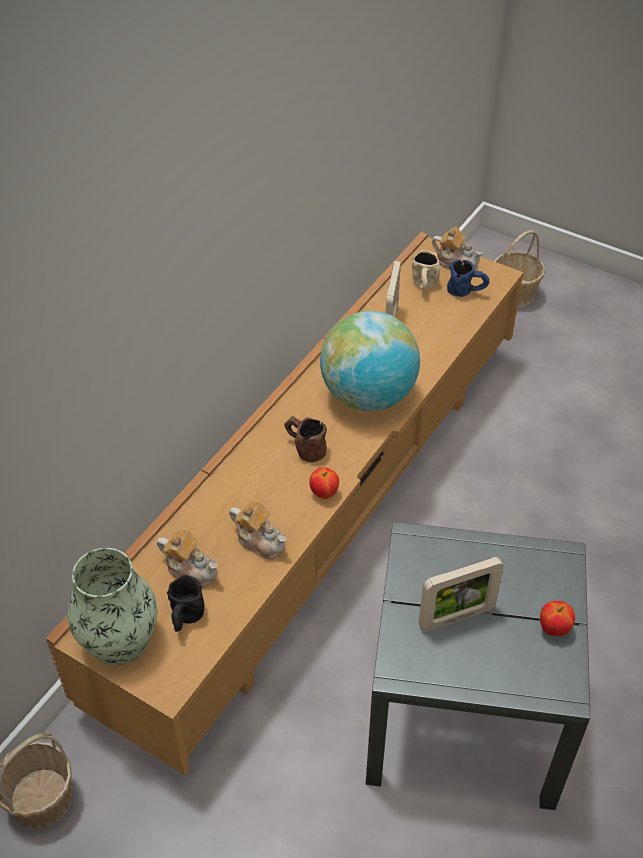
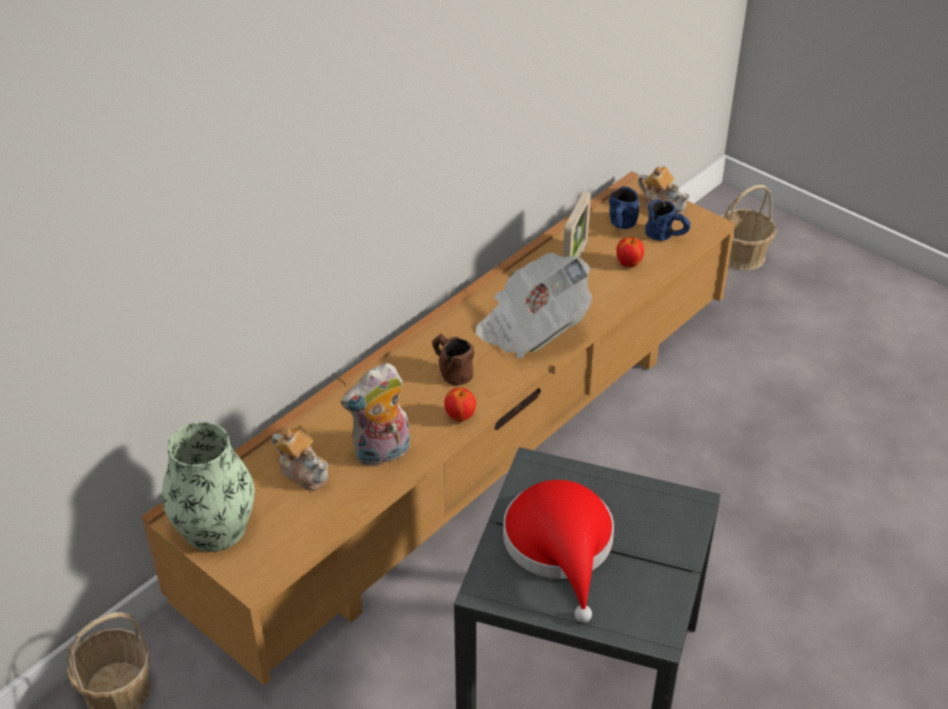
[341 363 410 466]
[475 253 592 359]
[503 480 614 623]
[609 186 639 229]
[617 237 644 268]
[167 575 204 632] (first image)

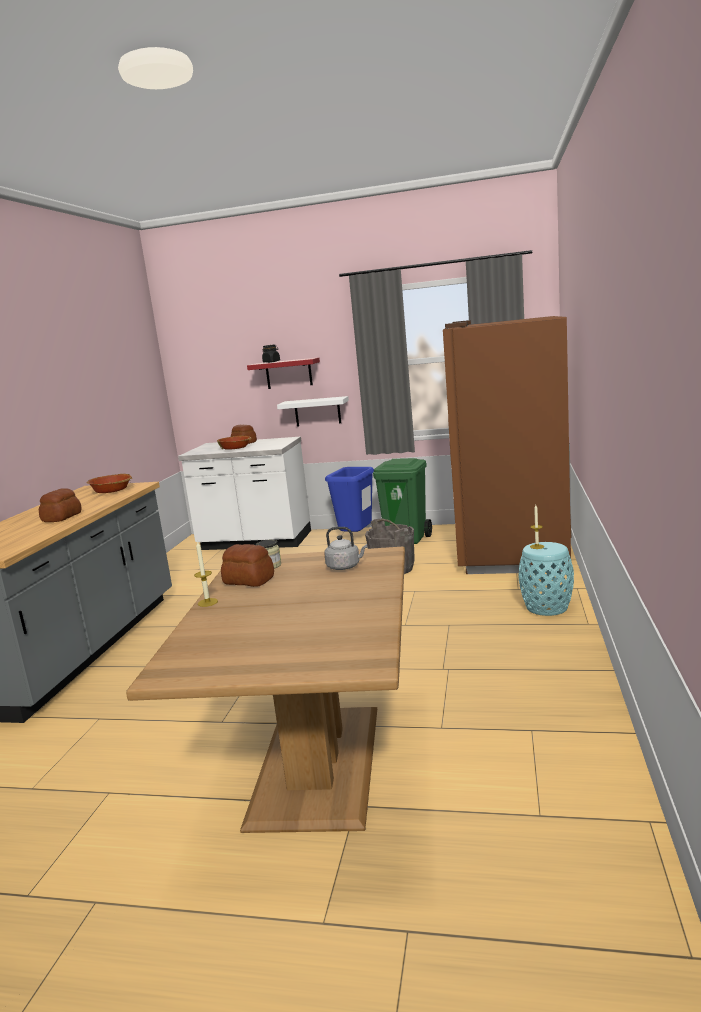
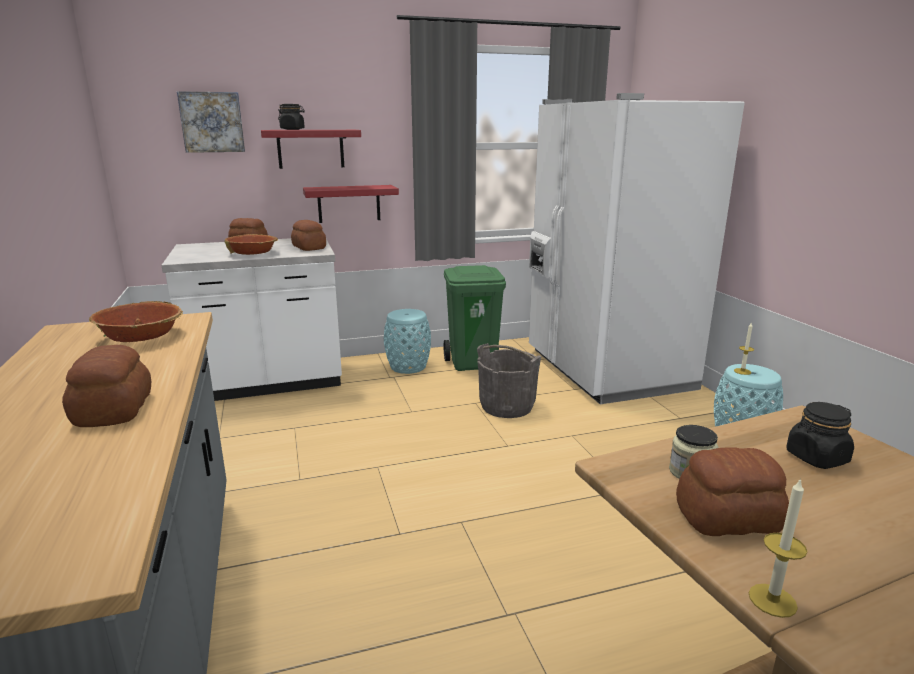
[177 91 245 153]
[291 220 326 251]
[303 185 399 223]
[384 309 431 374]
[529 93 744 404]
[786 402 854 469]

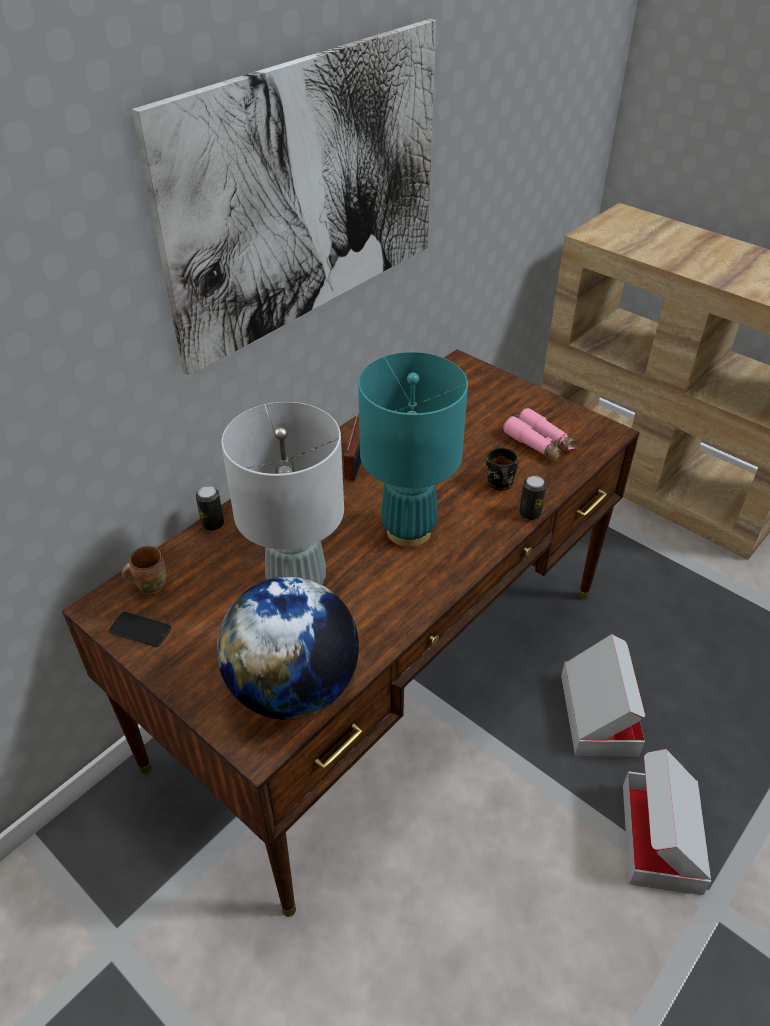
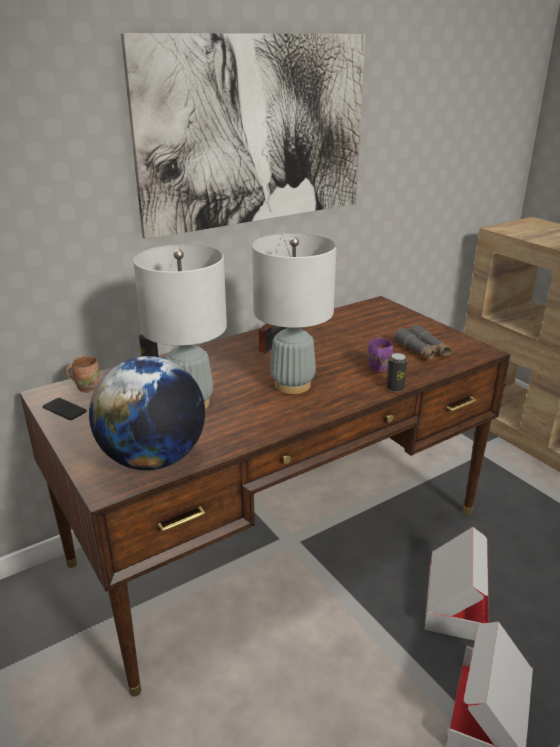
[252 233 337 394]
[368 338 393 372]
[394 325 452 360]

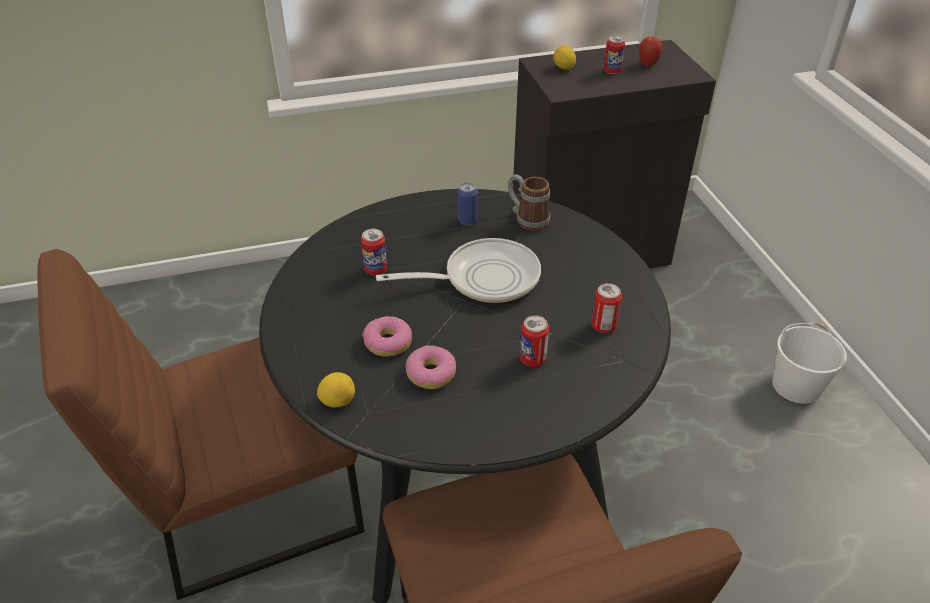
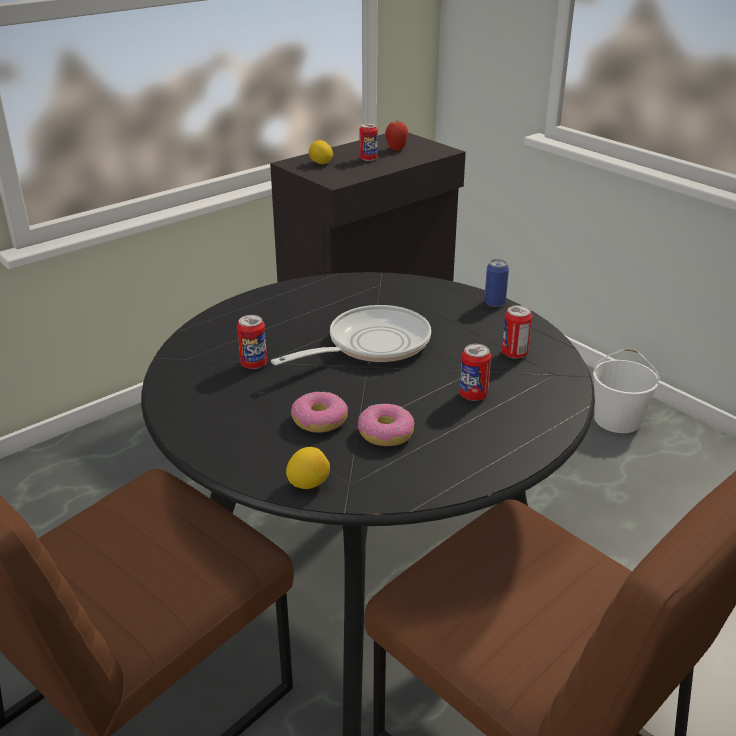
[484 259 509 307]
[508 174 550 230] (first image)

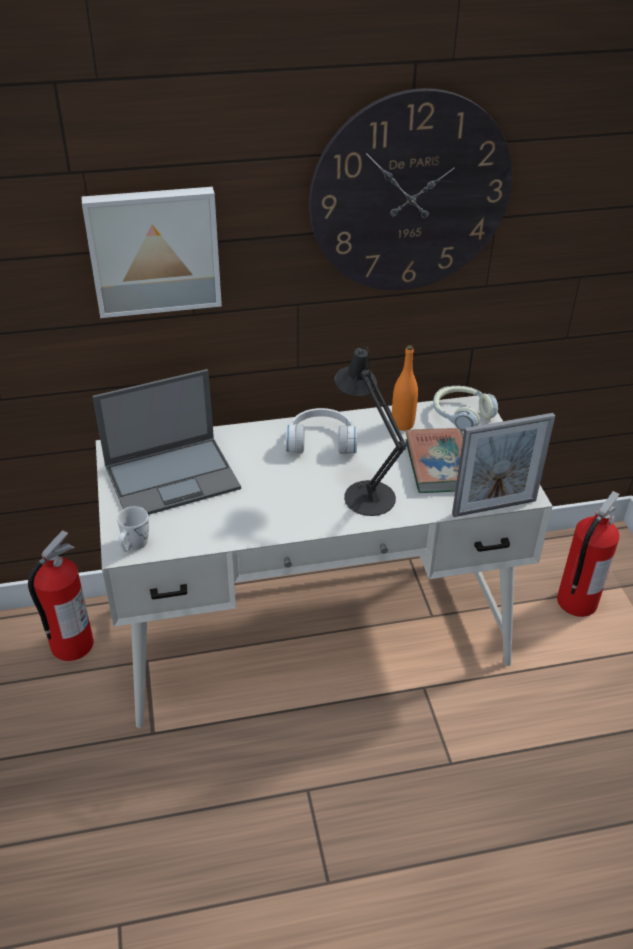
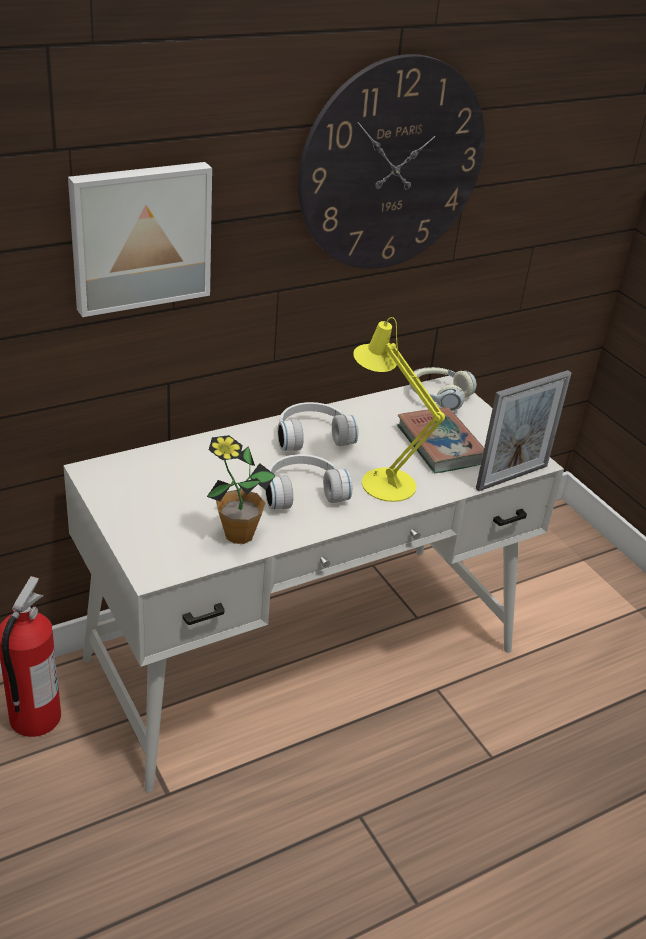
[207 435 276 544]
[265 454 352 509]
[353 317 445 502]
[93 369 241 515] (first image)
[117 506 149 552] (first image)
[392 345 418 431] (first image)
[557 491 620 617] (first image)

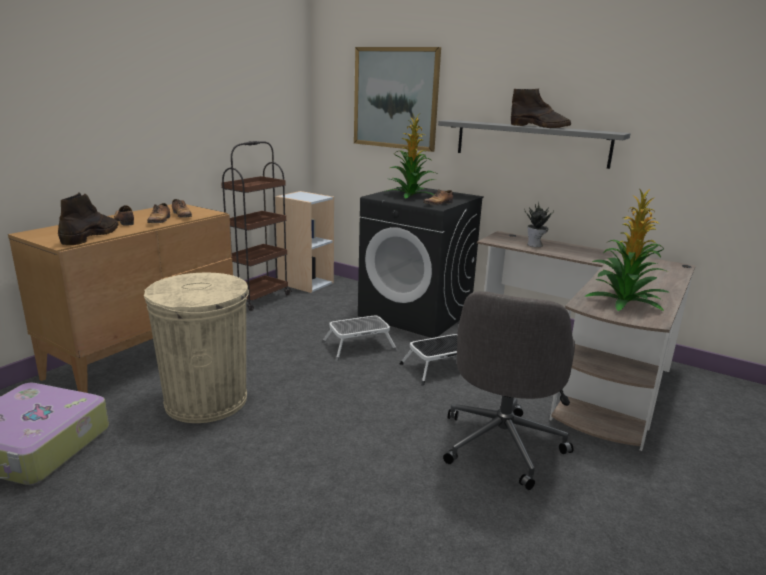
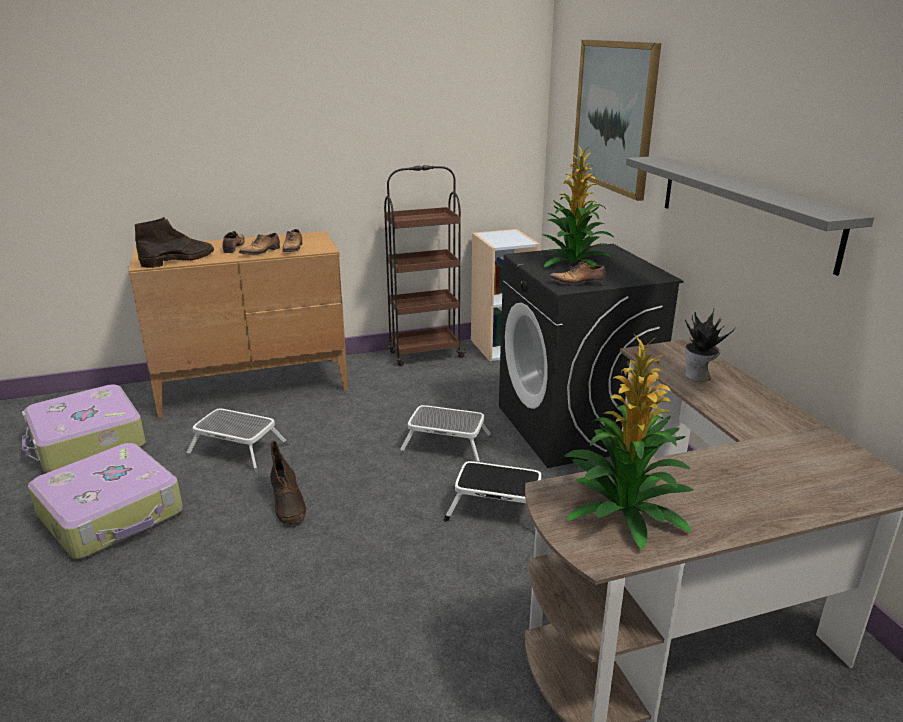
[28 443 183 559]
[185 409 289 474]
[270 441 307 525]
[443 291 575 490] (first image)

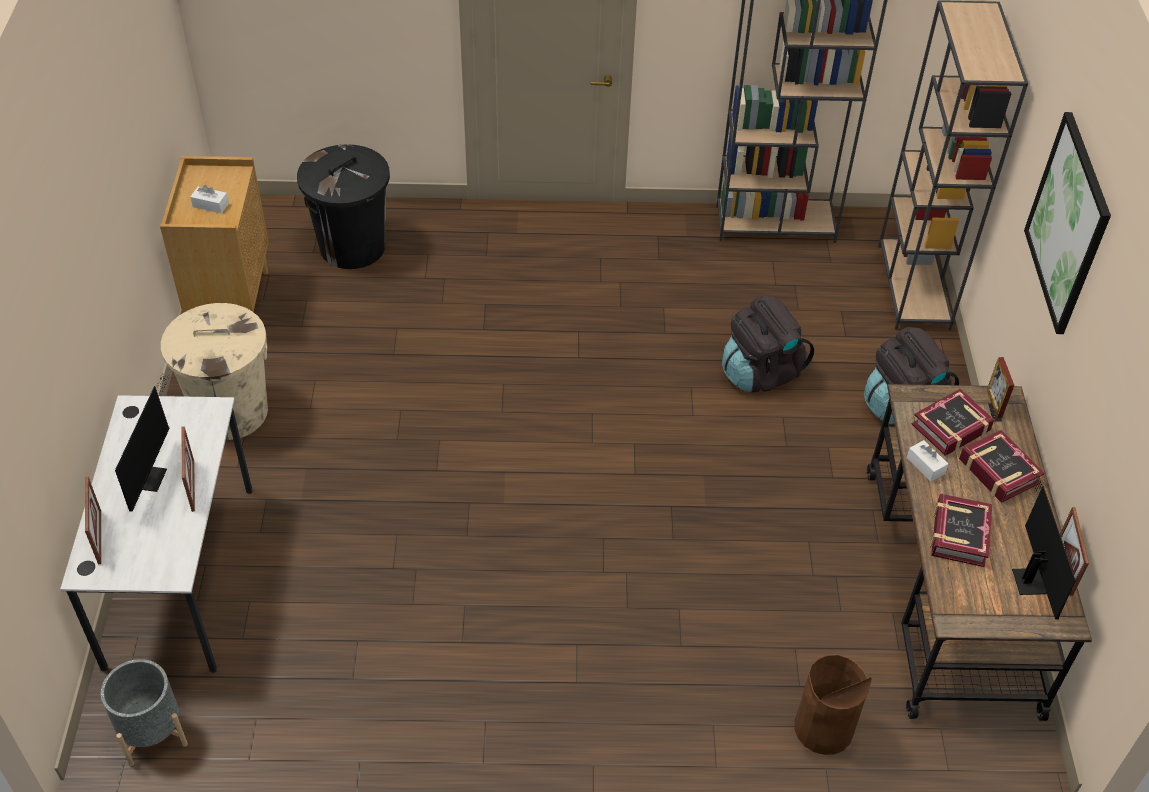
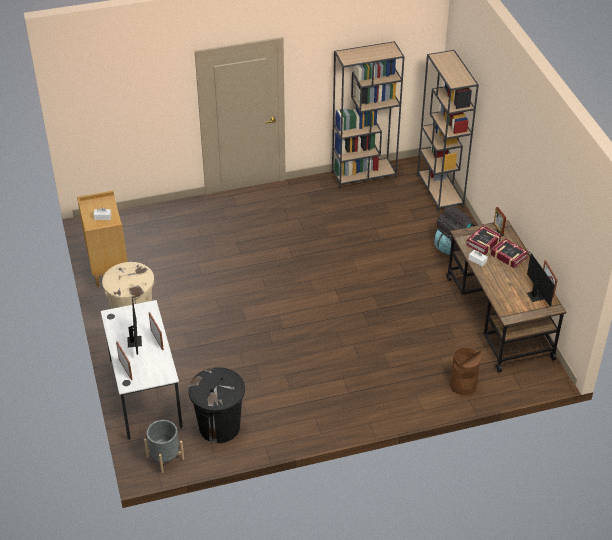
[188 367 245 443]
[722 296 814 393] (first image)
[930 494 992 567] (first image)
[1024 112 1111 334] (first image)

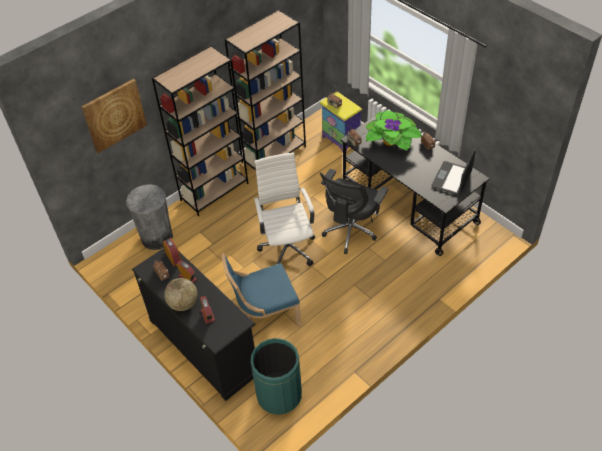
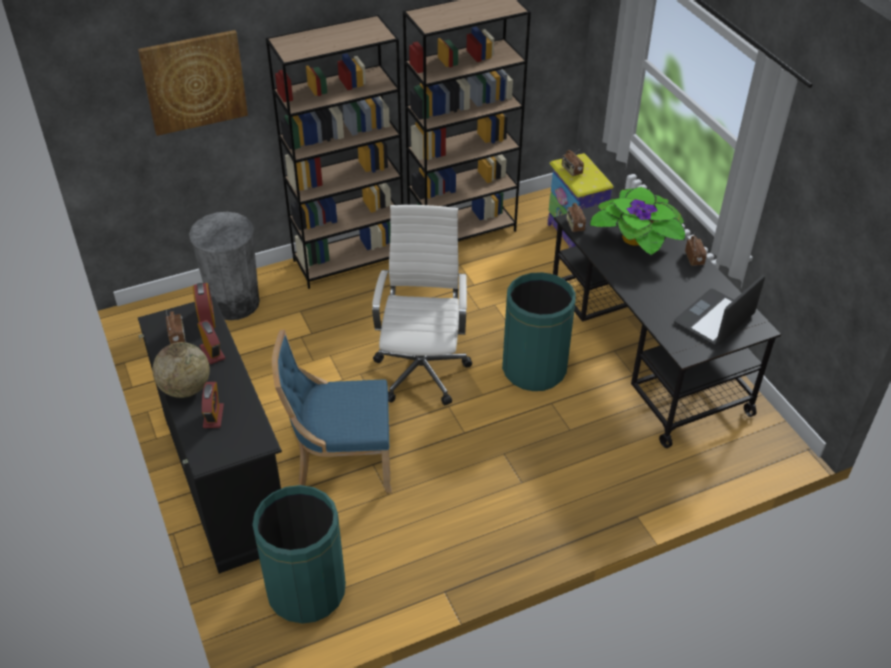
[502 272 576 391]

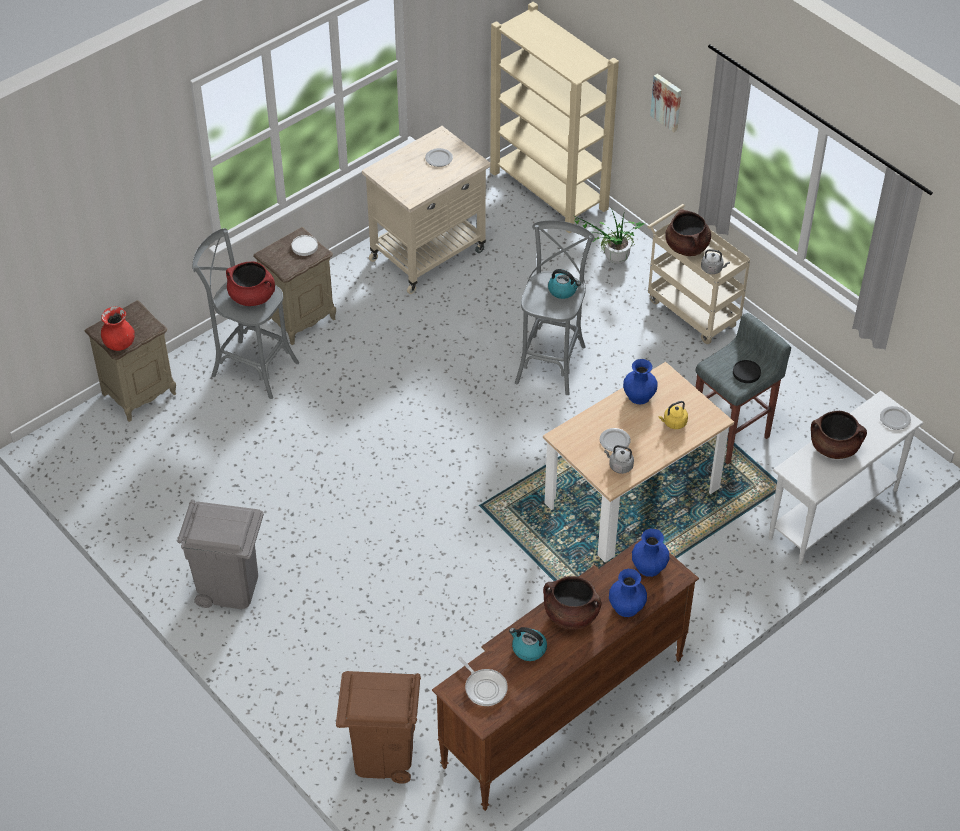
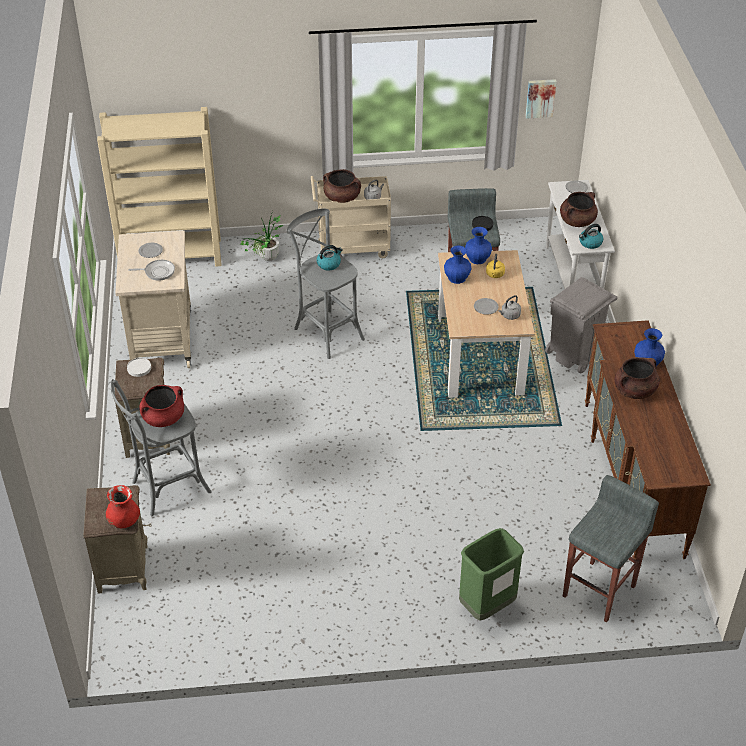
[128 260 175 281]
[459 528 524 621]
[465 227 492 264]
[526 79 557 119]
[545 277 617 374]
[563 475 659 622]
[579 224 603 249]

